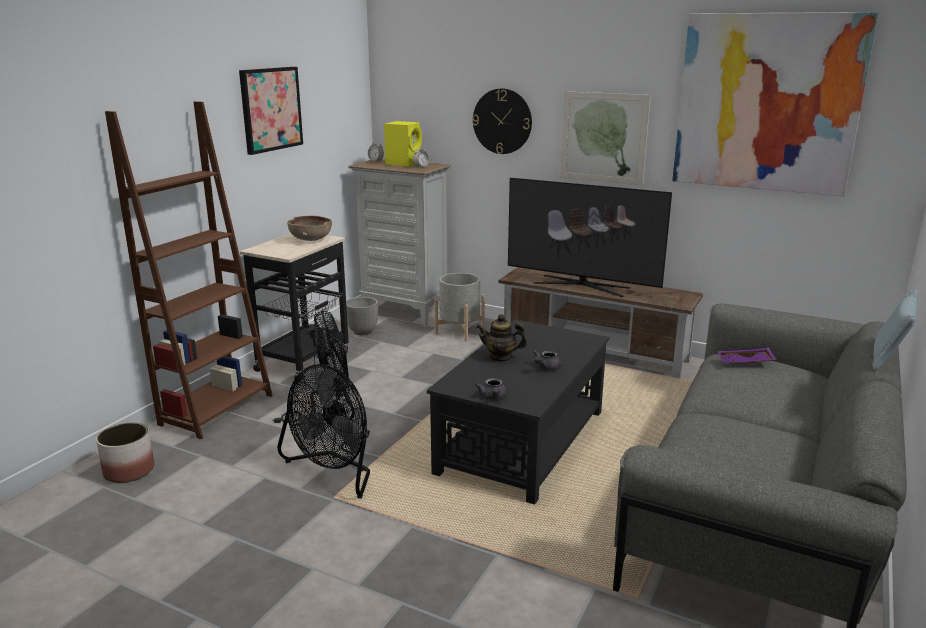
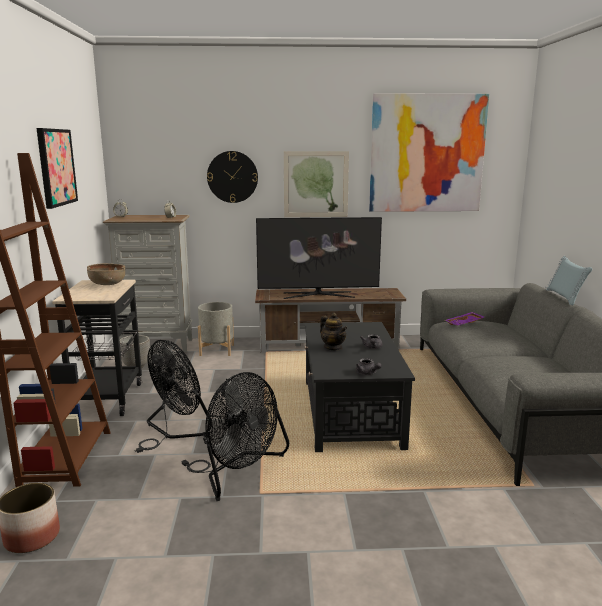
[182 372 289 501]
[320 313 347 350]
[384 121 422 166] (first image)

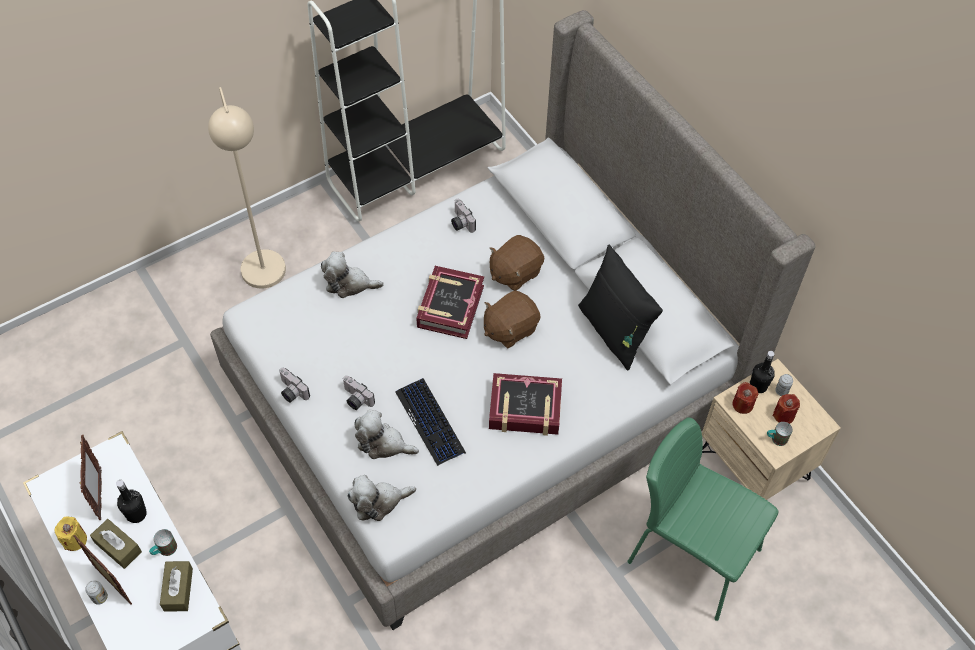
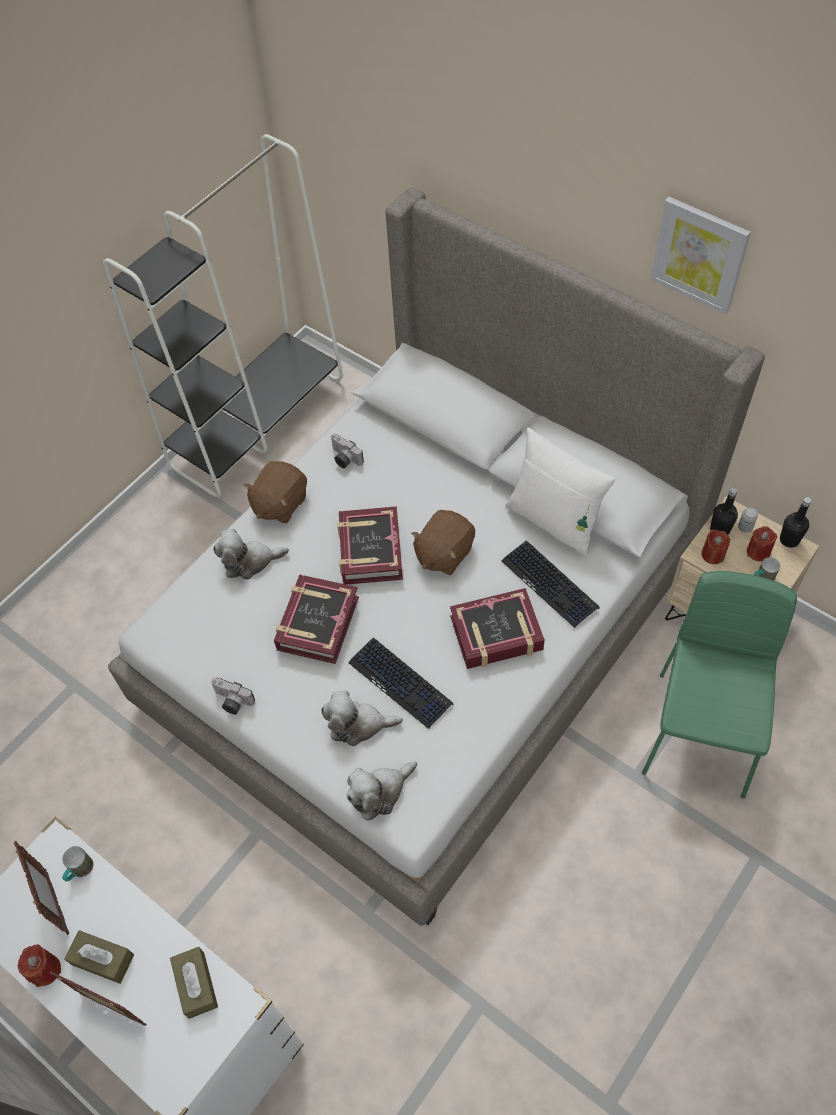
[18 944 61 987]
[62 846 93 882]
[244 461 307 523]
[274 575 359 664]
[501 540 600 628]
[505 428 615 557]
[642 571 797 799]
[650 197 751 315]
[780 497 811 548]
[85 580 108 605] (first image)
[208 87 286 289] (first image)
[342 376 375 410] (first image)

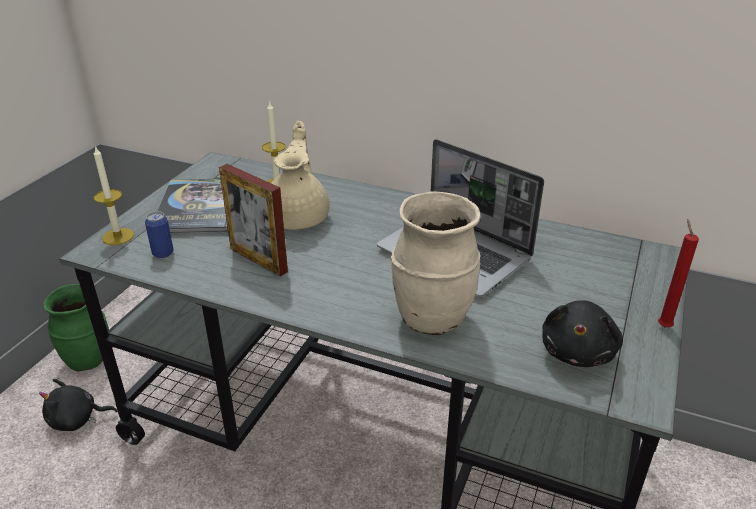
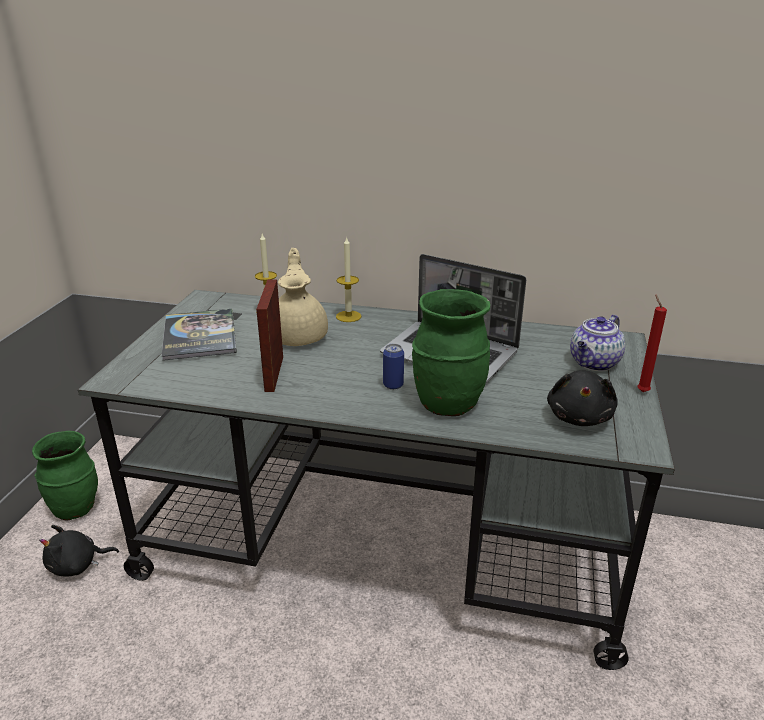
[256 279 283 392]
[336 236 362 322]
[383 344 404 390]
[412 289 490 416]
[570 315 625 371]

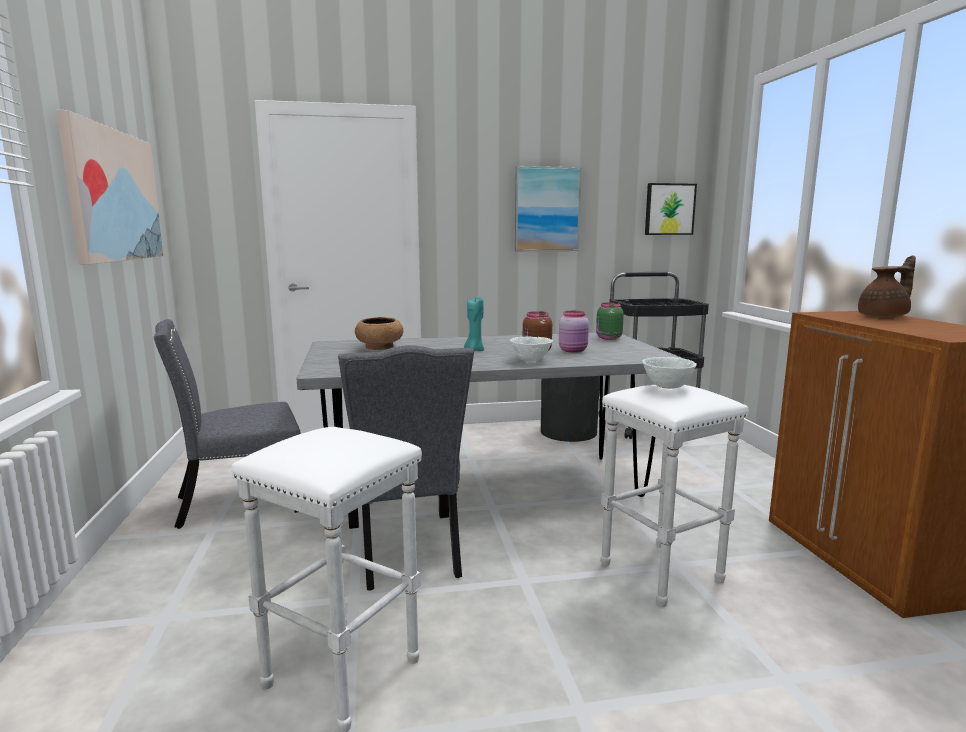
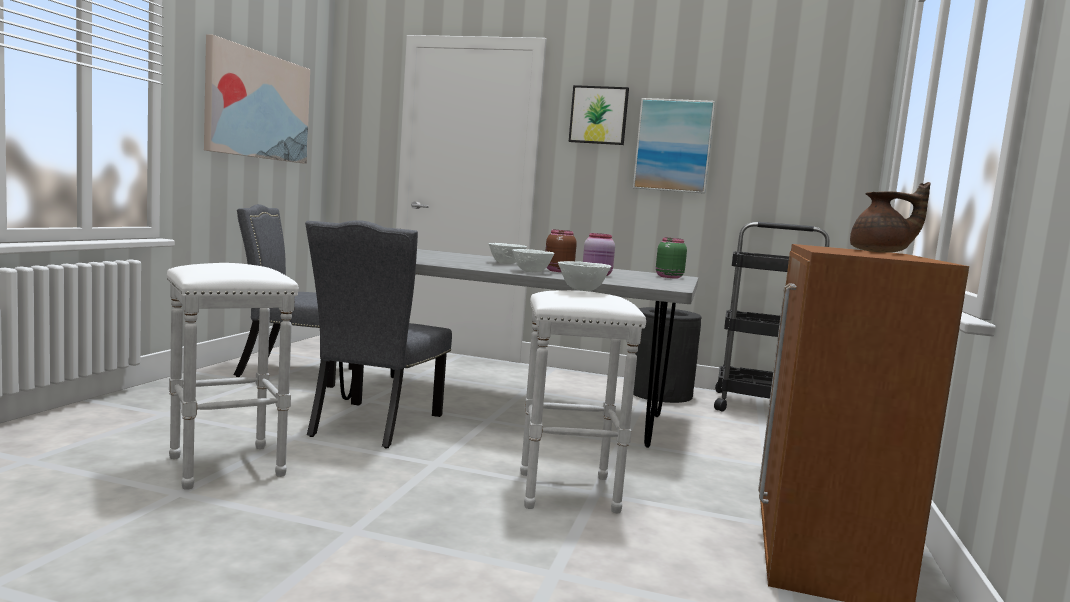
[488 243 527 264]
[569 85 629 145]
[355 317 403 350] (first image)

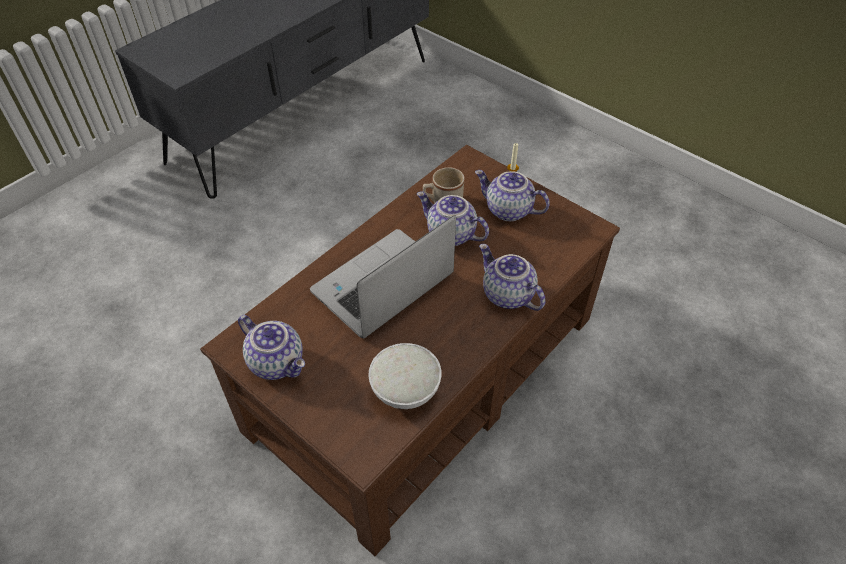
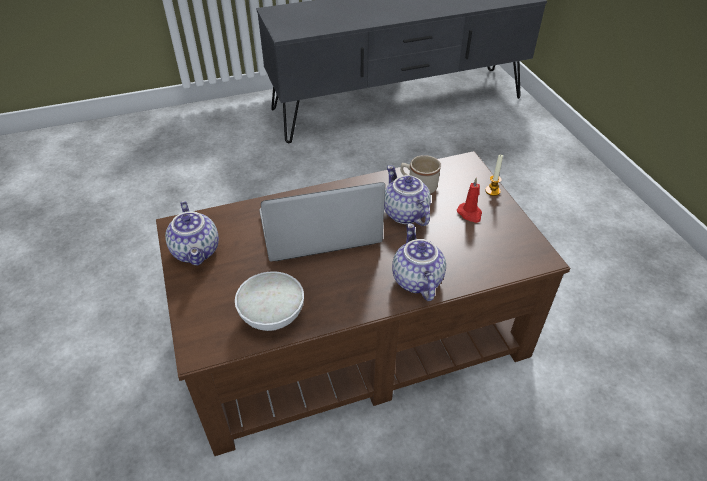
[457 177 482 223]

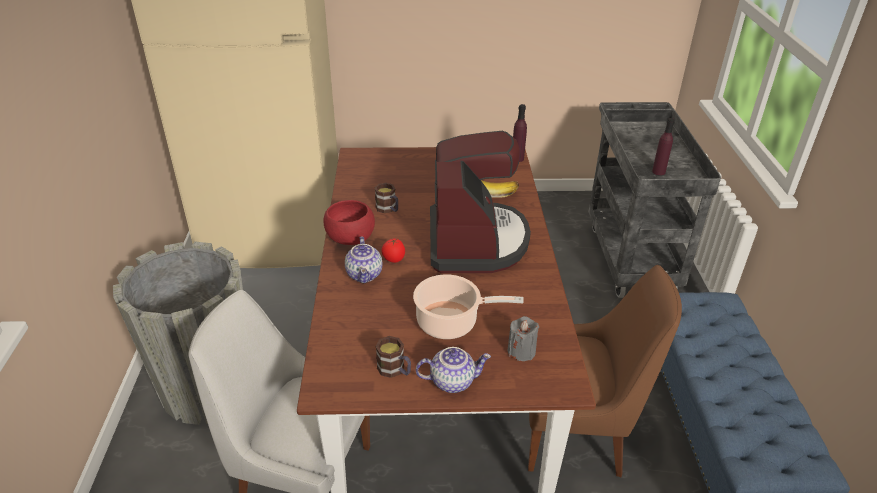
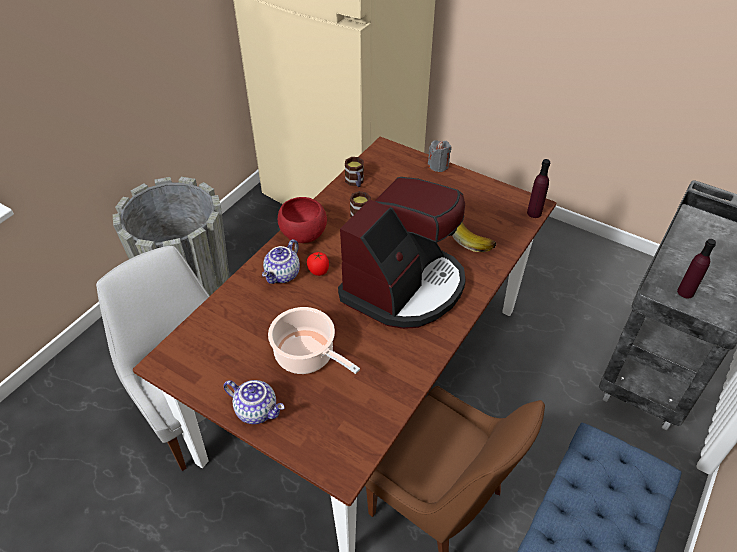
[345 157 364 187]
[428 140 452 172]

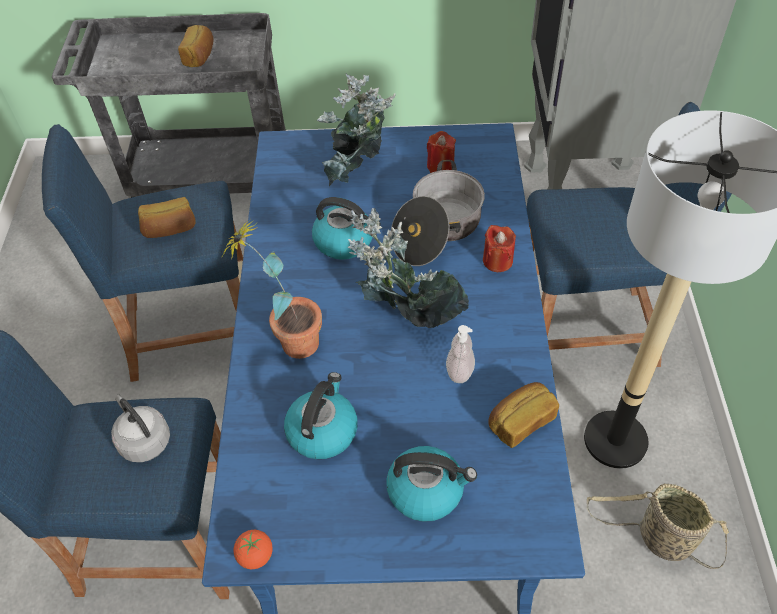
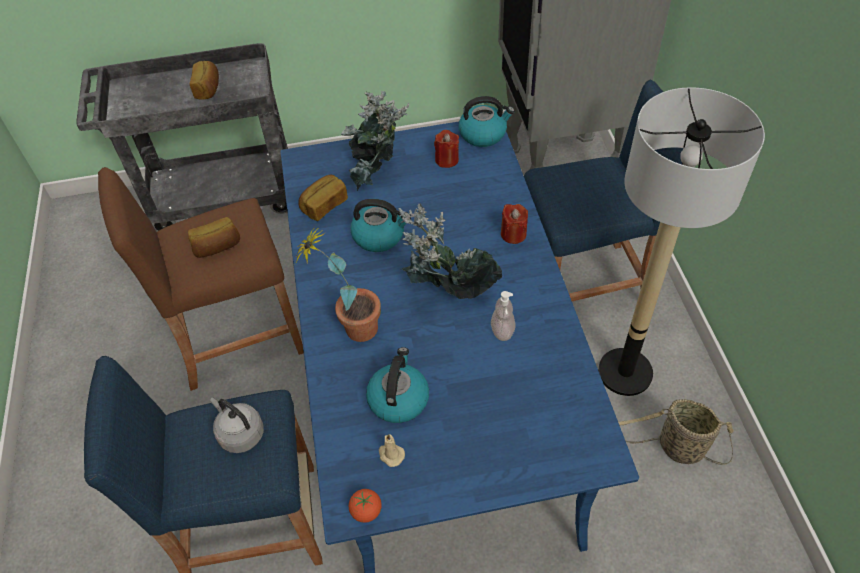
[98 167 304 391]
[298 175 348 221]
[379 434 405 467]
[459 96 515 147]
[391 160 485 266] (first image)

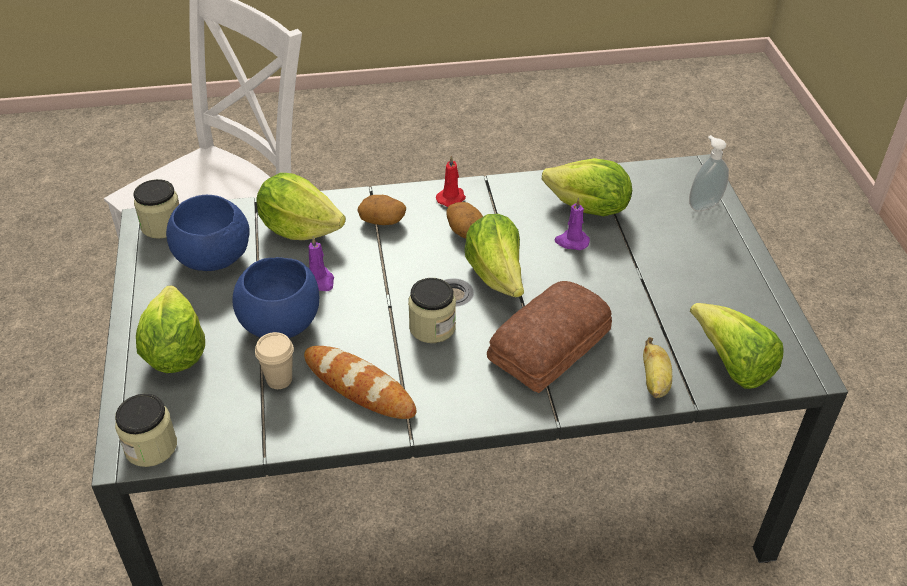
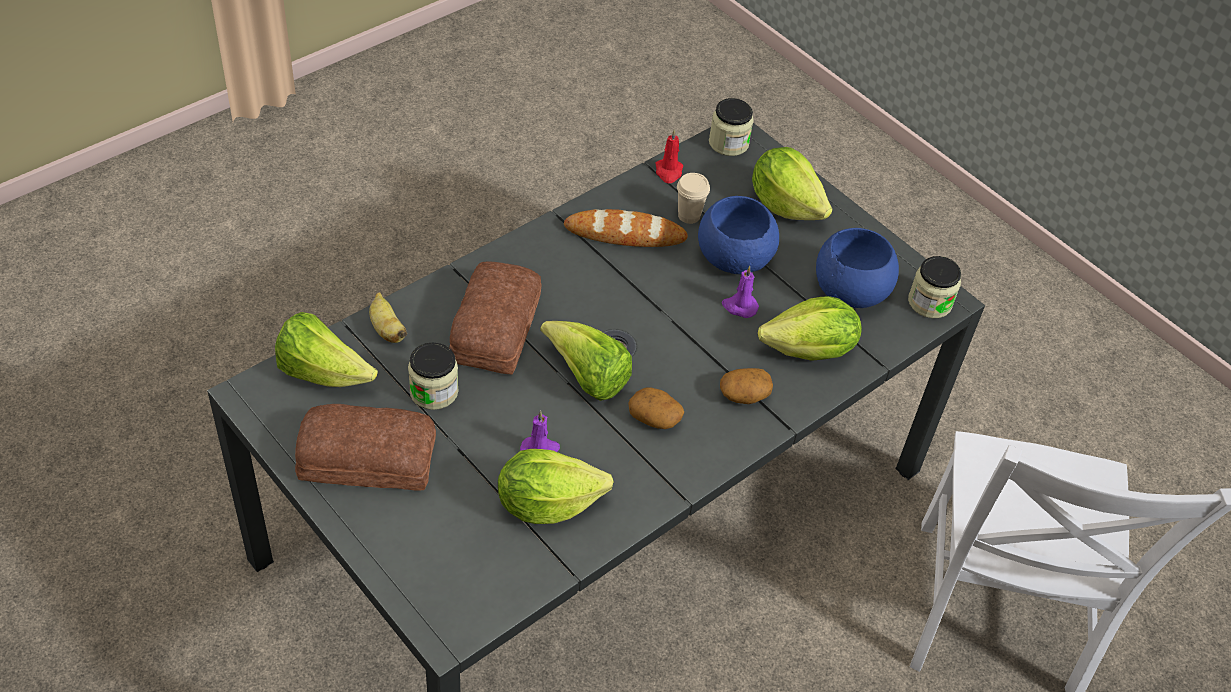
[295 404 436 491]
[408 343 459 410]
[656 129 683 183]
[689 135 729 211] (first image)

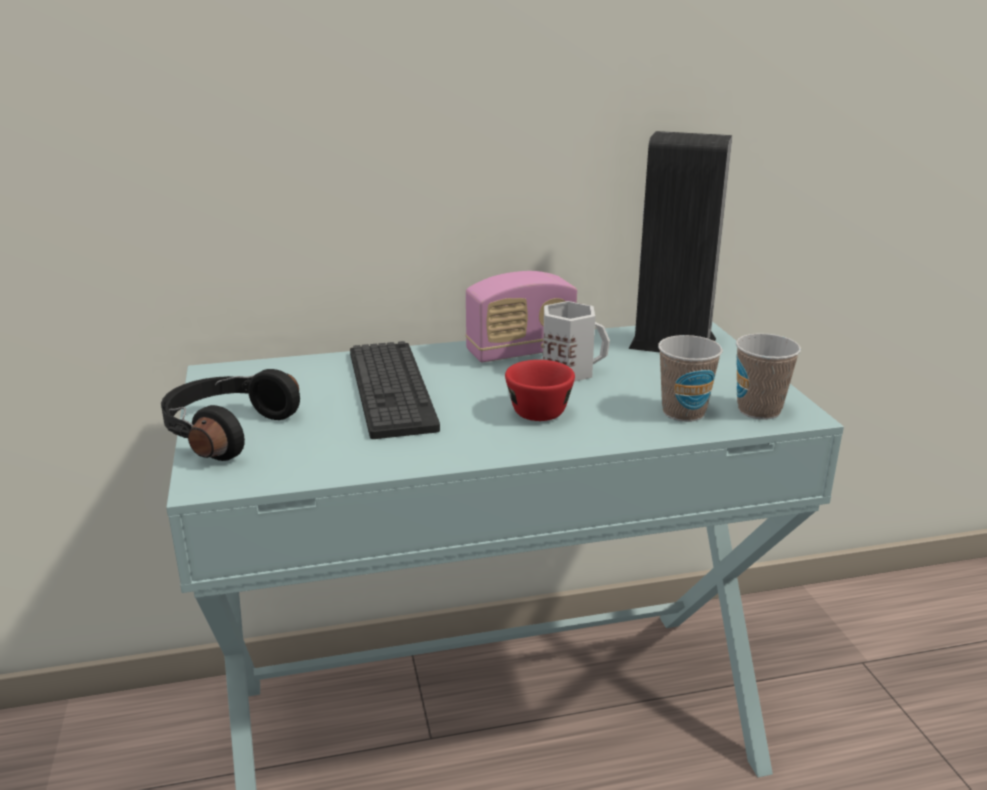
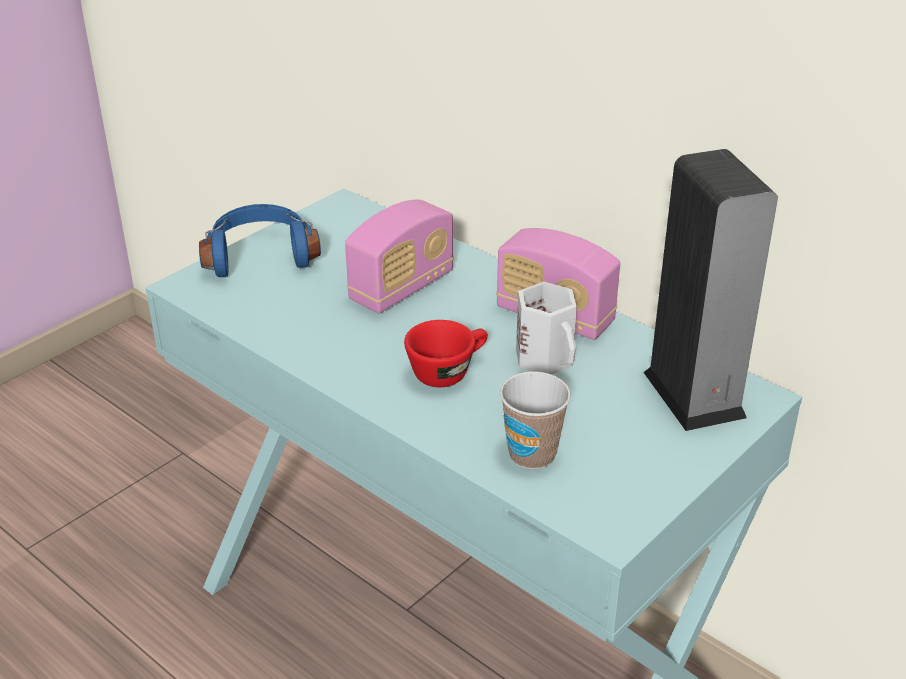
[199 204 321 277]
[345 200 454 314]
[736 333 801 420] (first image)

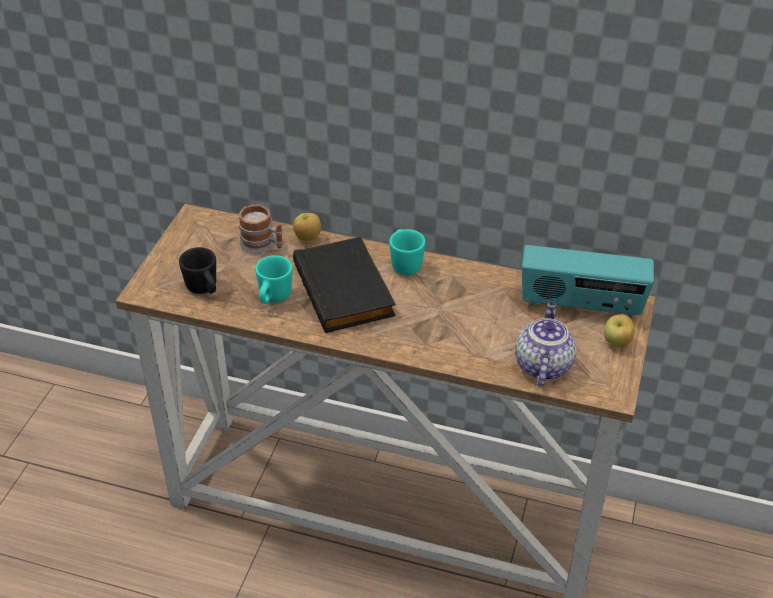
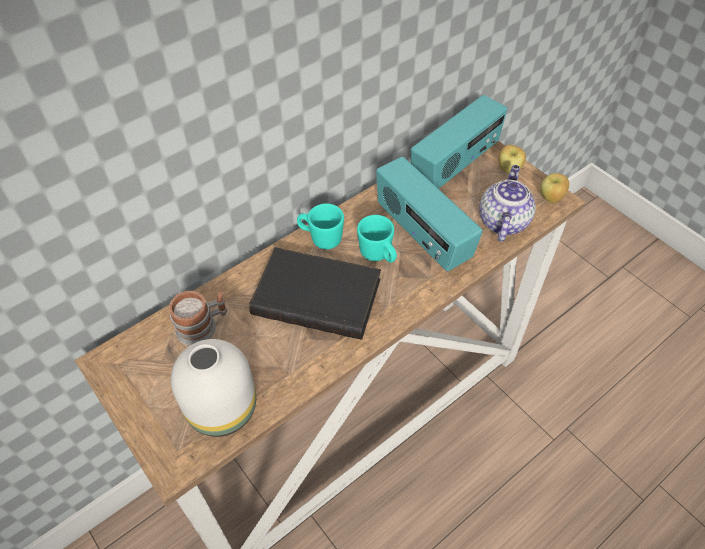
[171 339 256 437]
[357 215 397 263]
[376 157 483 271]
[479 165 536 242]
[540 173 569 203]

